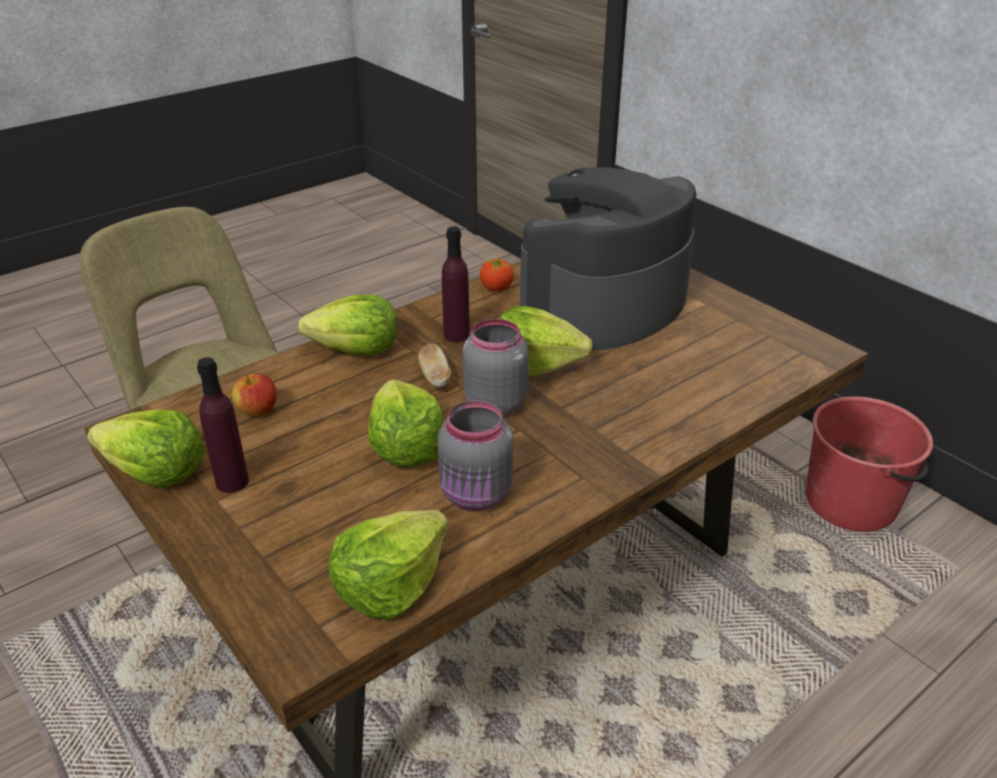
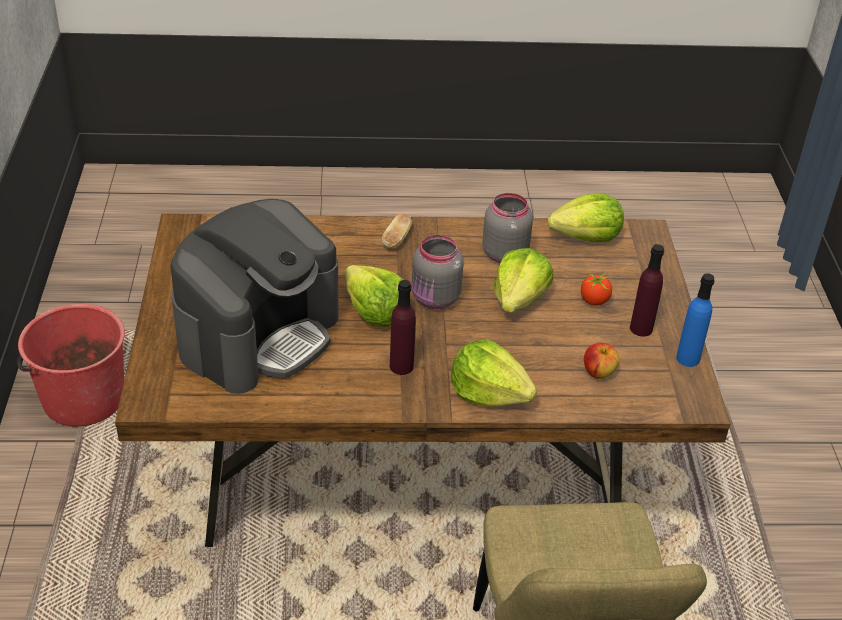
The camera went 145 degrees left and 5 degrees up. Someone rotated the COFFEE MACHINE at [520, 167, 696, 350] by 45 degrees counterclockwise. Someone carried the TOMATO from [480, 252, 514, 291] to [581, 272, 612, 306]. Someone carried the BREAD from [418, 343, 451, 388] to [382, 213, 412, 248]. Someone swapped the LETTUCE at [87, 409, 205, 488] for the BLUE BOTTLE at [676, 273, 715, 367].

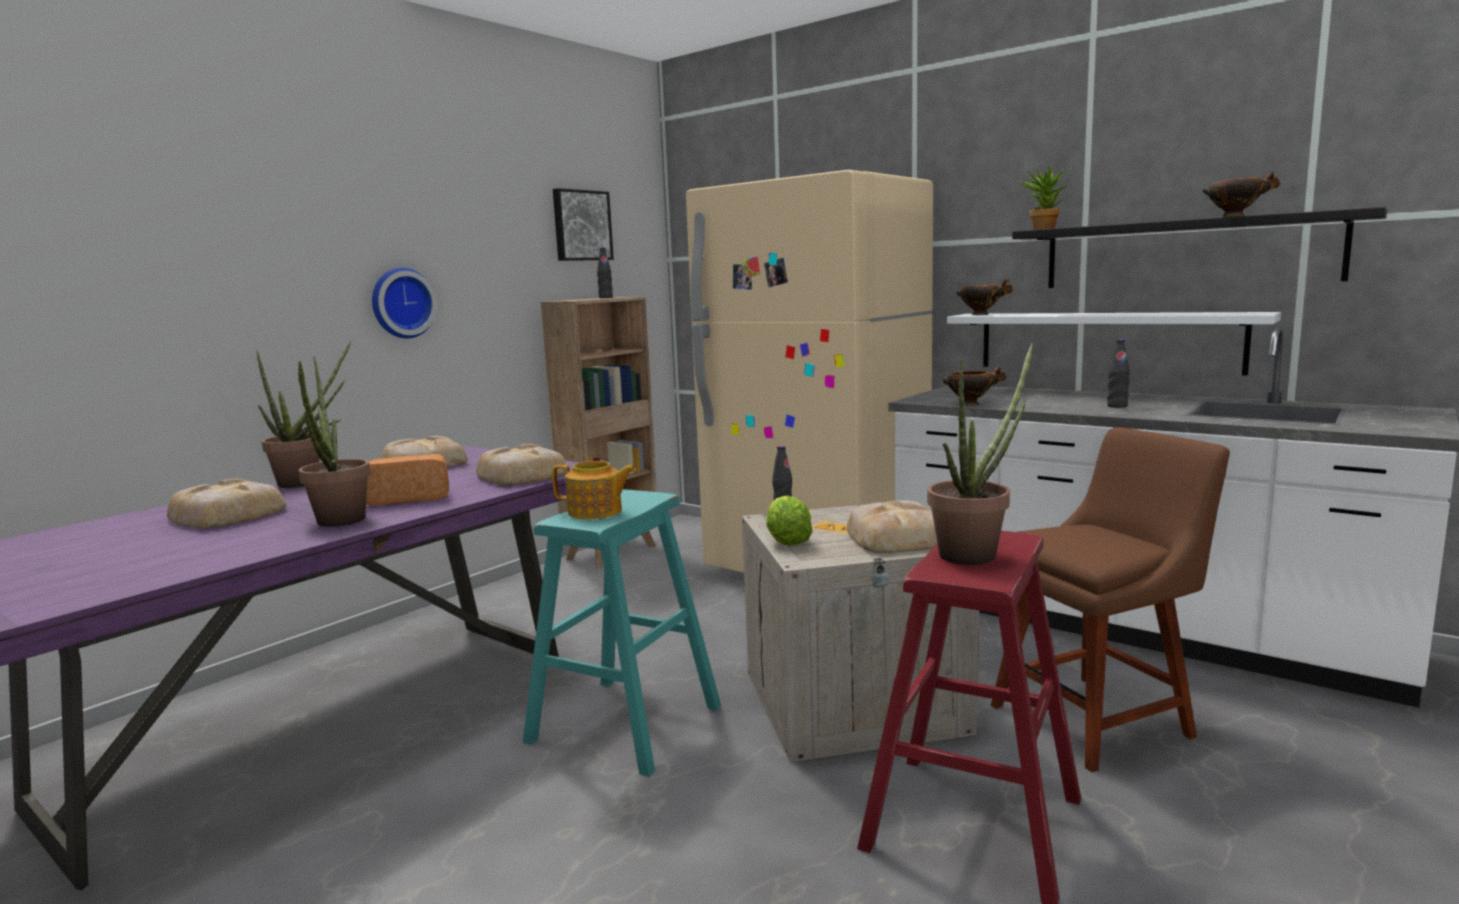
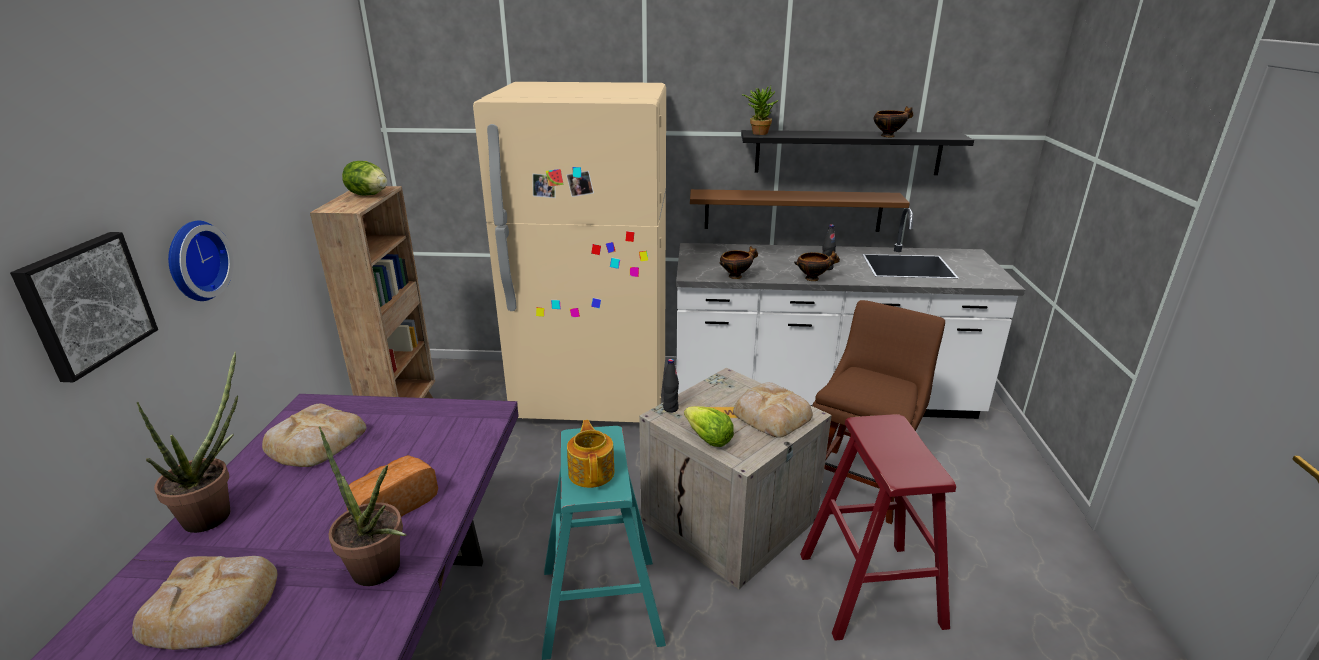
The camera went 35 degrees left and 15 degrees up. Someone carried the PICTURE from [553, 188, 614, 261] to [10, 232, 158, 382]. Someone swapped the BLACK BOTTLE at [597, 248, 613, 298] for the LETTUCE at [342, 161, 387, 195]. Someone carried the BOWL from [956, 279, 1013, 315] to [794, 251, 840, 281]. Someone repainted the WHITE SHELF at [947, 312, 1281, 376], which became the BROWN SHELF at [690, 189, 910, 232]. Someone took away the POTTED PLANT at [927, 343, 1033, 565]. Someone took away the BREAD at [476, 444, 567, 485]. Someone rotated the TEAPOT at [552, 461, 636, 519] by 75 degrees counterclockwise.

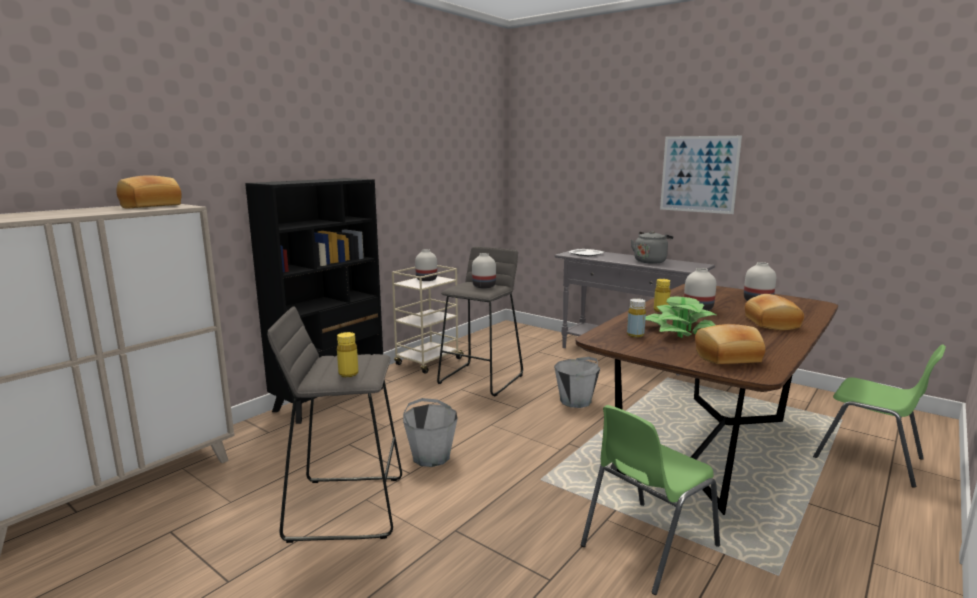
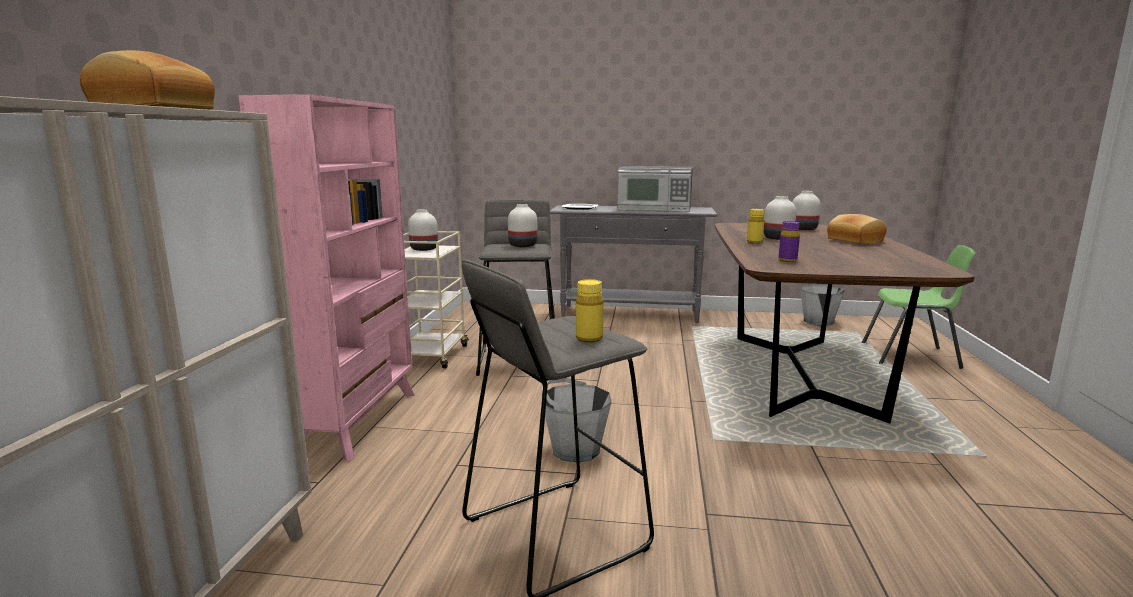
The camera went 30 degrees left and 0 degrees up. Someone took away the PICTURE at [660, 136, 742, 214]. Someone repainted the BLACK BOOKCASE at [245, 178, 383, 424], which became the PINK BOOKCASE at [239, 94, 415, 461]. Someone swapped the GREY KETTLE at [631, 231, 673, 264] for the MICROWAVE at [617, 166, 693, 212]. Someone took away the POTTED PLANT at [645, 296, 716, 338]. Someone repainted the YELLOW BOTTLE at [627, 298, 646, 338], which became the PURPLE BOTTLE at [779, 221, 800, 262]. Someone took away the BREAD at [695, 324, 765, 364]. Someone carried the GREY BUCKET from [554, 357, 600, 408] to [800, 283, 845, 326]. Someone took away the GREEN CHAIR at [581, 405, 720, 595].

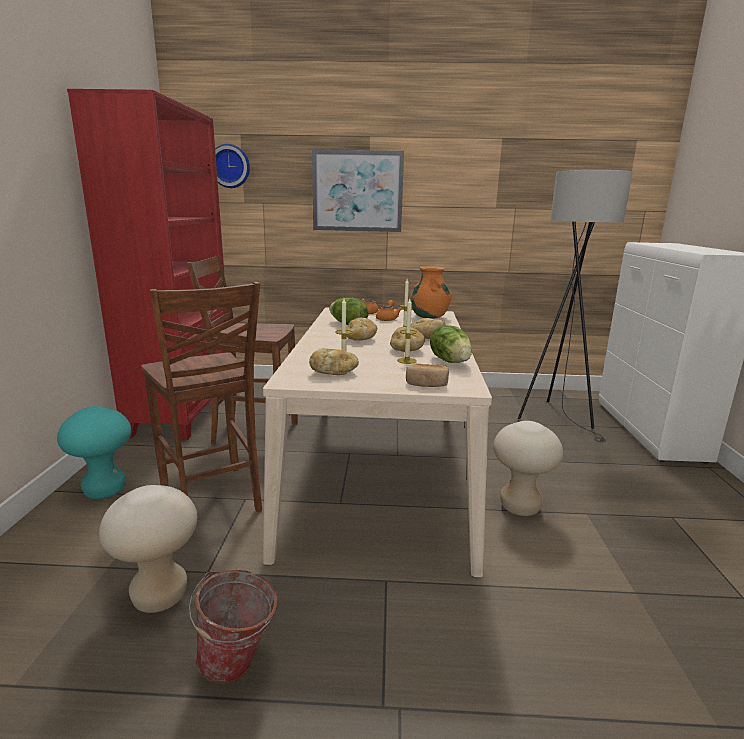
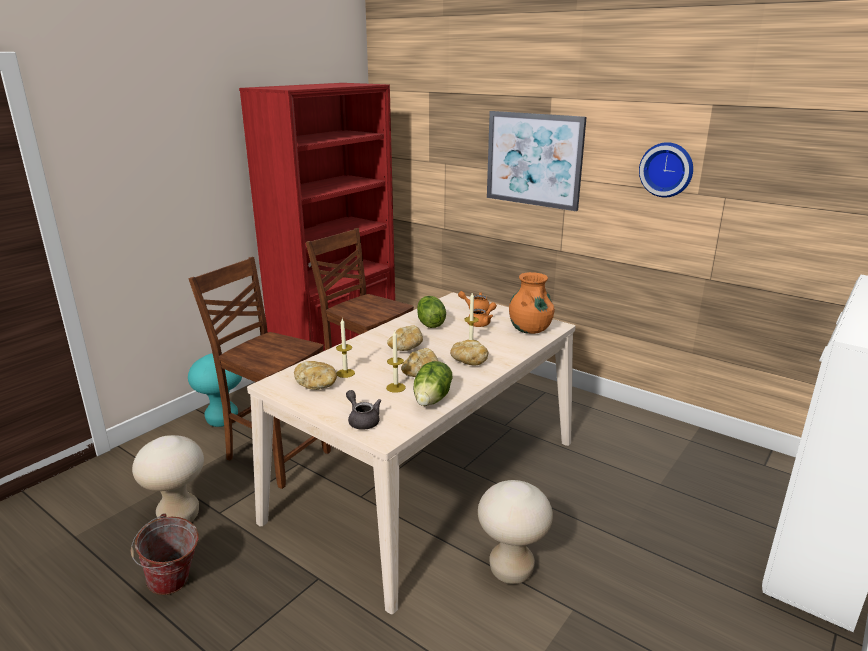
The camera went 35 degrees right and 5 degrees up. Someone carried the WALL CLOCK from [215, 144, 250, 188] to [639, 142, 693, 197]. Someone took away the GREY FLOOR LAMP at [518, 170, 633, 442]. Someone rotated the BROWN CHAIR at [141, 282, 262, 512] by 120 degrees clockwise. Someone swapped the BREAD at [406, 363, 449, 387] for the GREY TEAPOT at [346, 390, 381, 430].

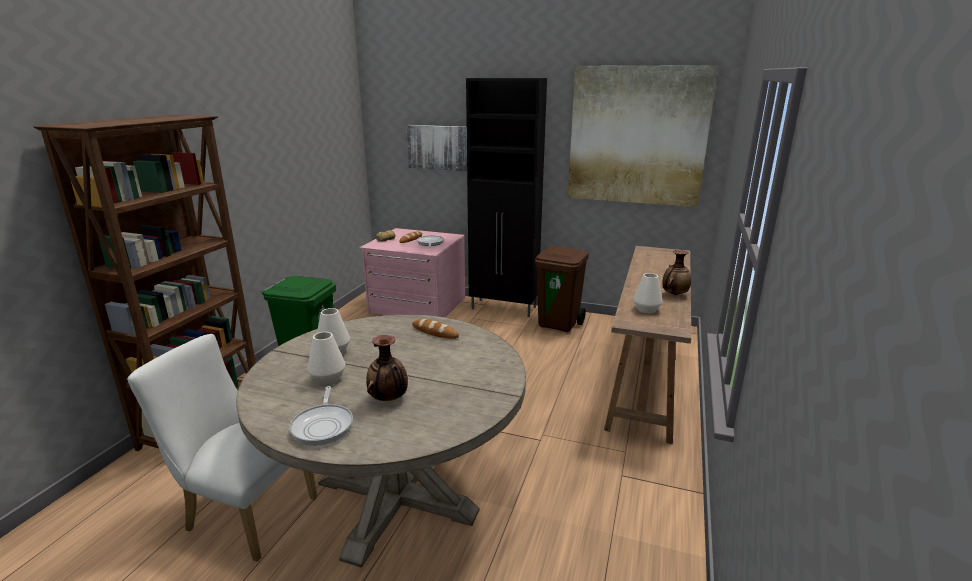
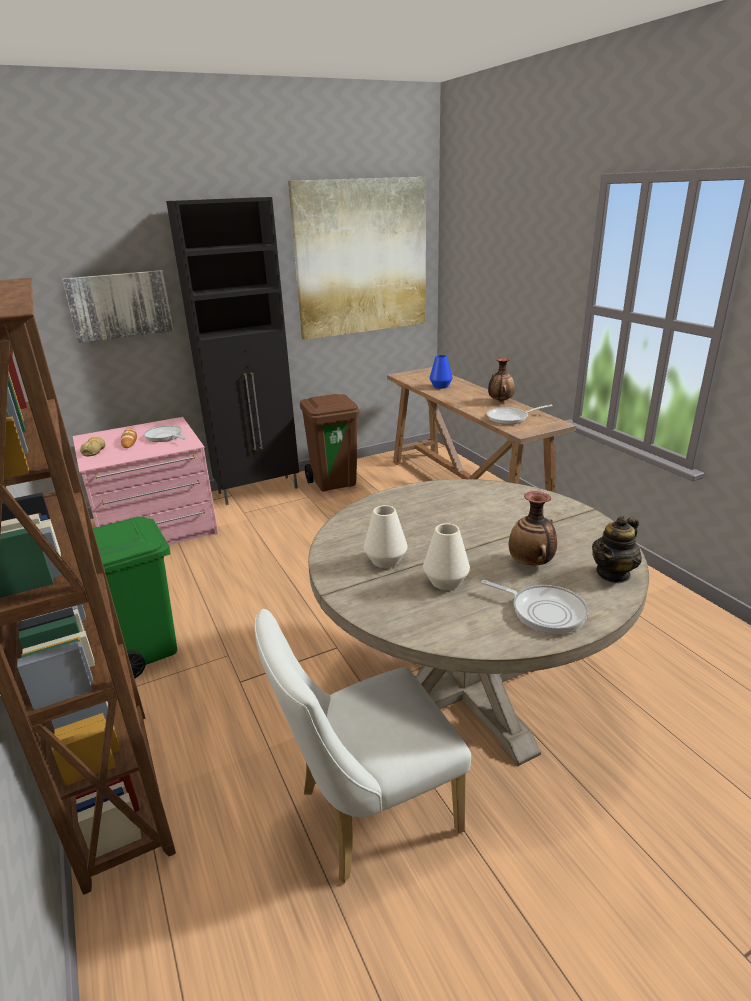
The camera went 45 degrees left and 5 degrees up. Someone swapped the WHITE VASE at [633, 273, 663, 314] for the FRYING PAN at [486, 405, 553, 424]. Someone took away the BREAD at [412, 319, 459, 339]. Someone put down the BLUE VASE at [429, 355, 453, 389]. Someone put down the TEAPOT at [592, 516, 642, 583].

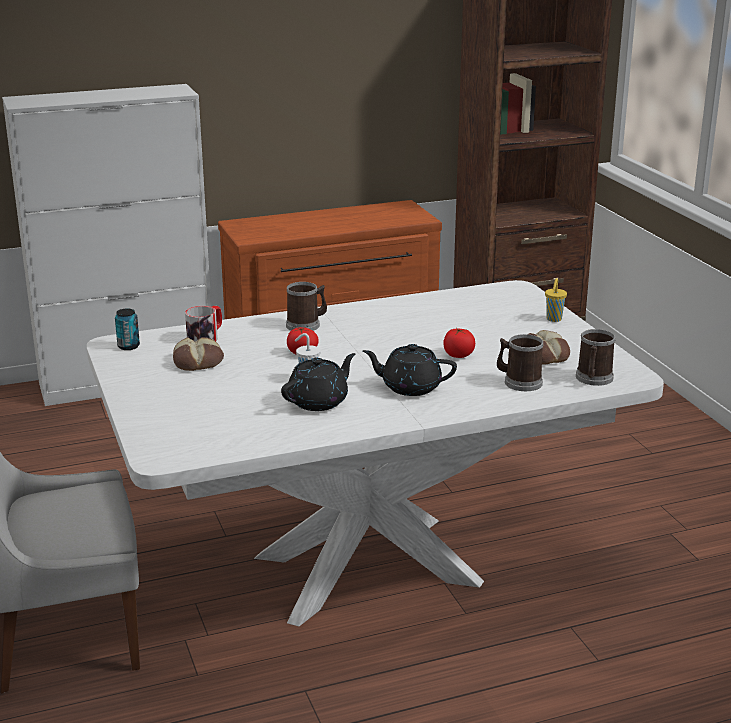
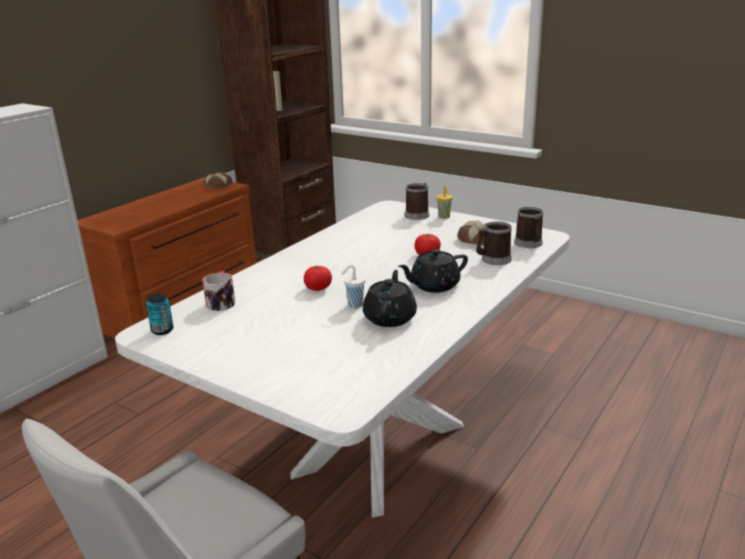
The camera went 35 degrees left and 0 degrees up. Someone carried the MUG from [286, 282, 327, 331] to [405, 183, 429, 220]. Someone carried the BREAD from [173, 337, 224, 371] to [203, 173, 232, 189].

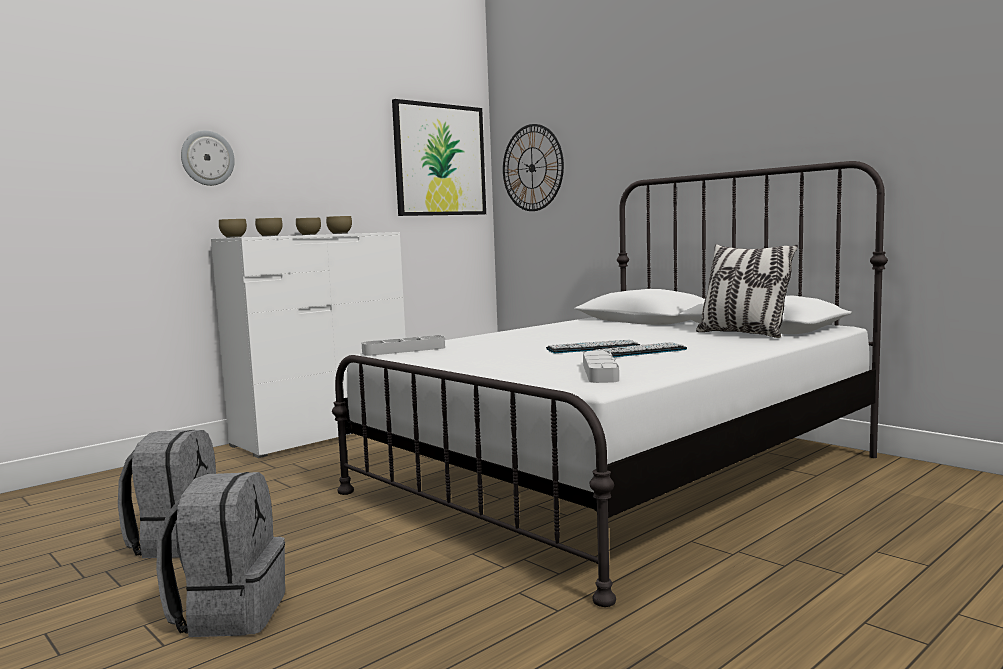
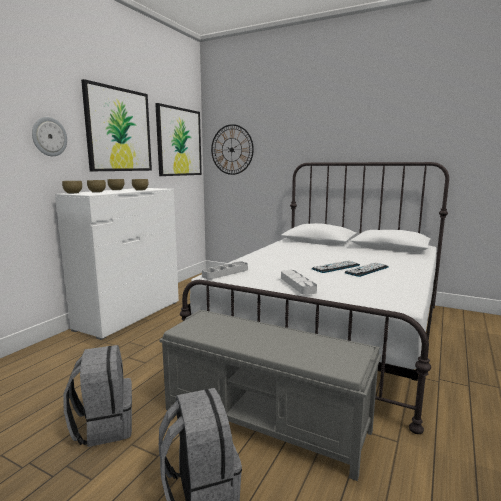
The camera went 20 degrees left and 5 degrees up. Someone took away the PILLOW at [696, 244, 798, 338]. Someone carried the GREY TRAY from [583, 351, 619, 383] to [281, 270, 317, 295]. Someone put up the PICTURE at [81, 79, 152, 171]. Someone put down the GREY BENCH at [159, 309, 381, 481].

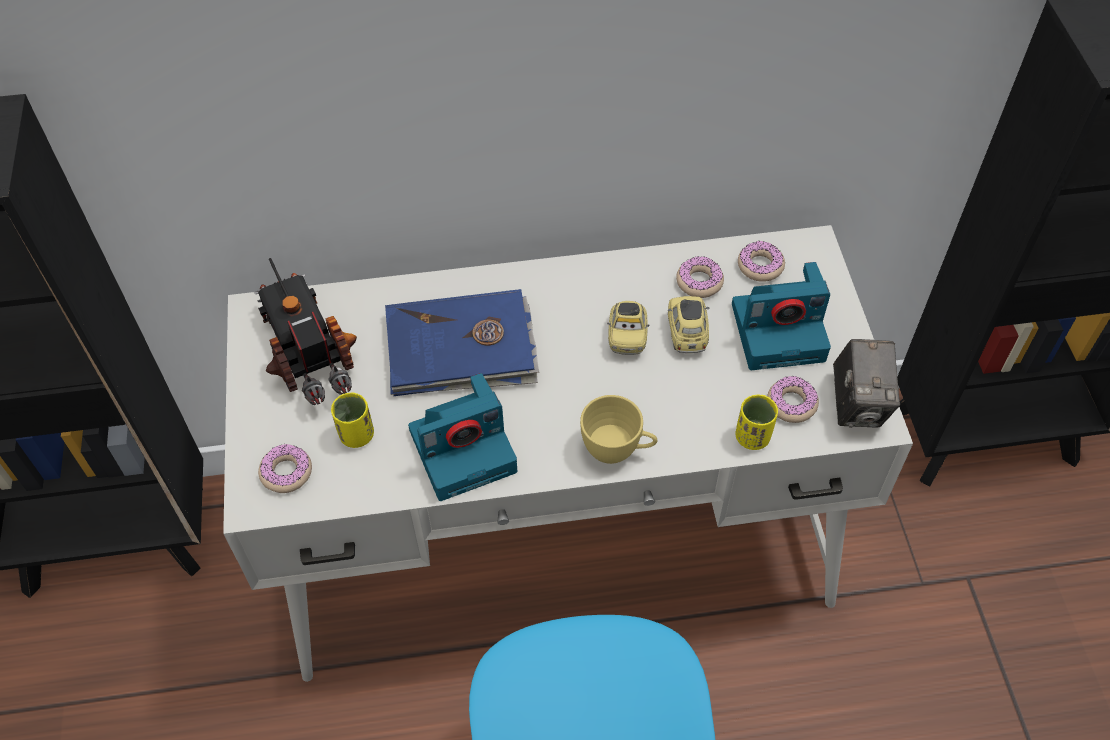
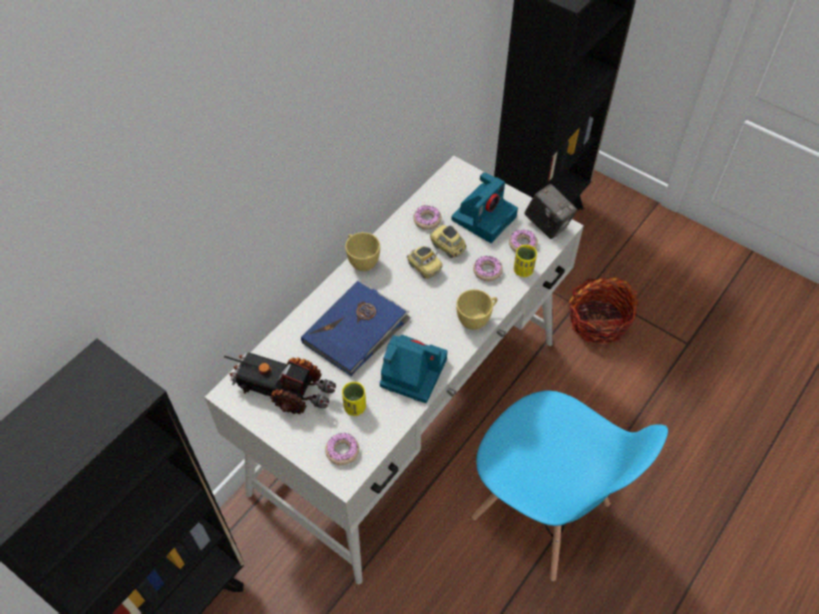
The camera went 45 degrees left and 0 degrees up. Someone carried the DONUT from [738, 241, 785, 282] to [473, 256, 503, 281]. Someone rotated the PHOTO CAMERA at [408, 373, 517, 501] by 90 degrees counterclockwise. Someone put down the YELLOW CUP at [345, 232, 380, 271]. Someone put down the BASKET at [569, 277, 639, 345].

